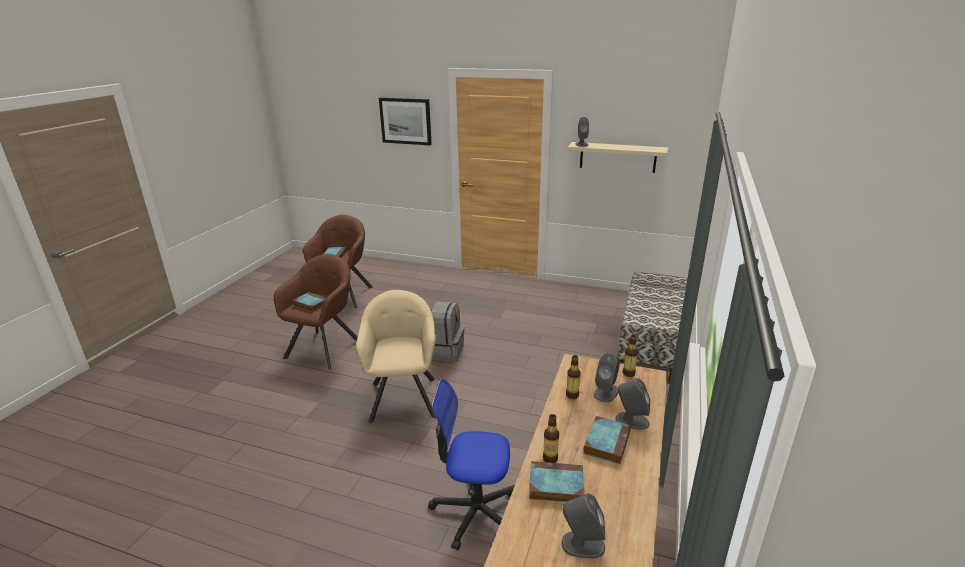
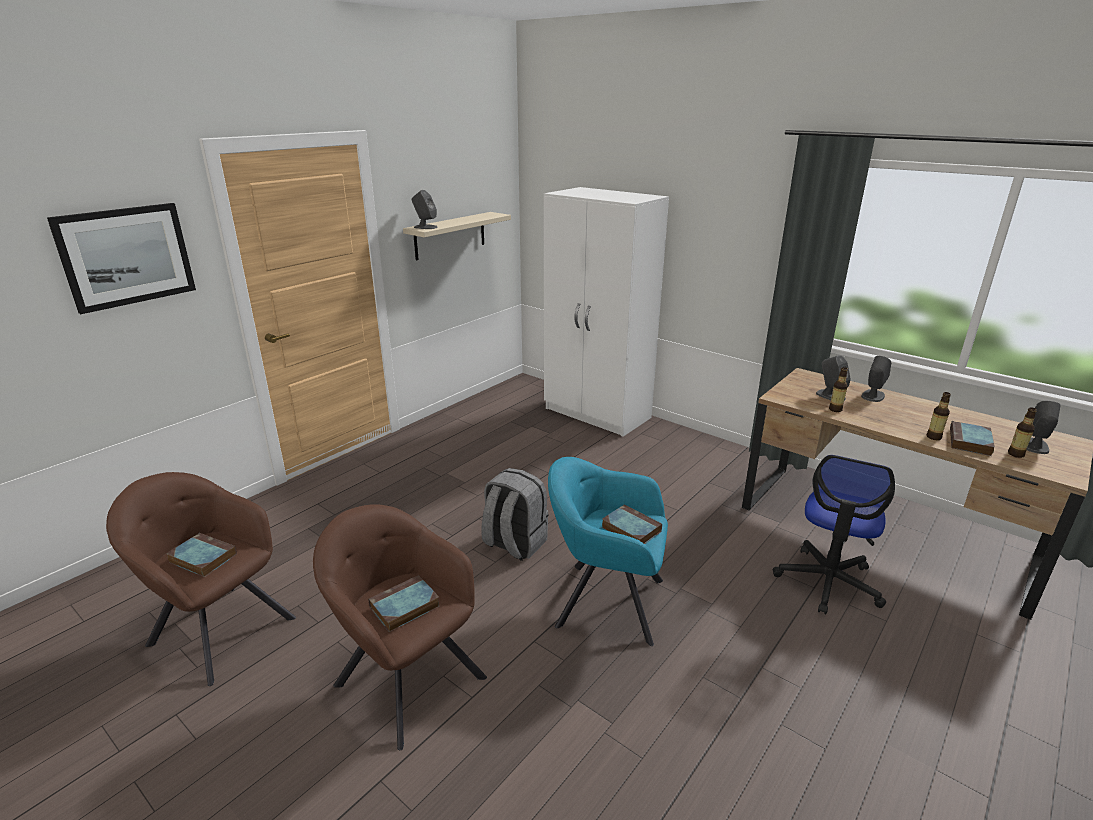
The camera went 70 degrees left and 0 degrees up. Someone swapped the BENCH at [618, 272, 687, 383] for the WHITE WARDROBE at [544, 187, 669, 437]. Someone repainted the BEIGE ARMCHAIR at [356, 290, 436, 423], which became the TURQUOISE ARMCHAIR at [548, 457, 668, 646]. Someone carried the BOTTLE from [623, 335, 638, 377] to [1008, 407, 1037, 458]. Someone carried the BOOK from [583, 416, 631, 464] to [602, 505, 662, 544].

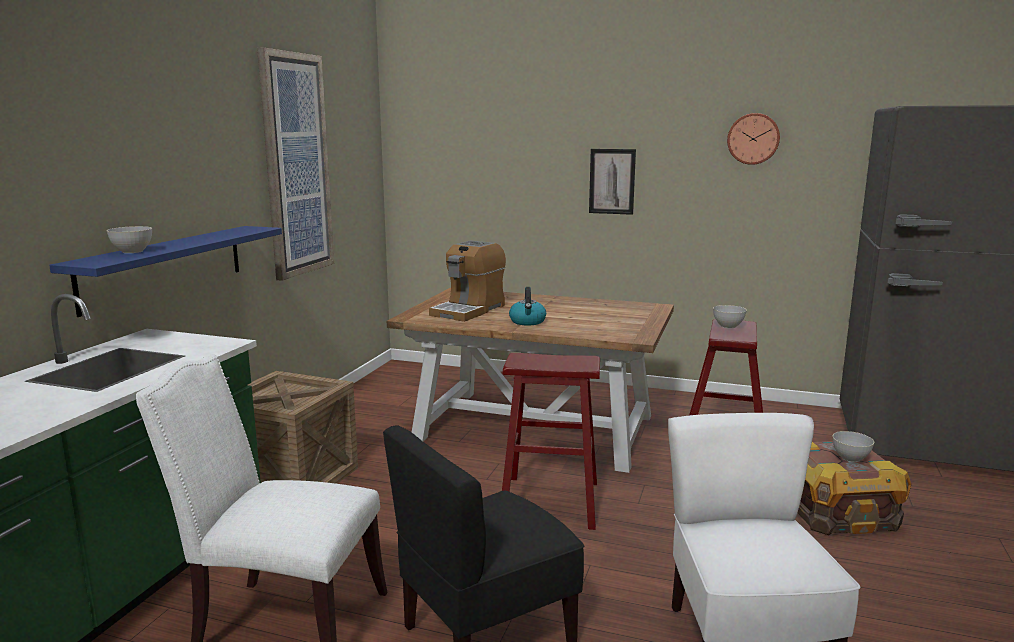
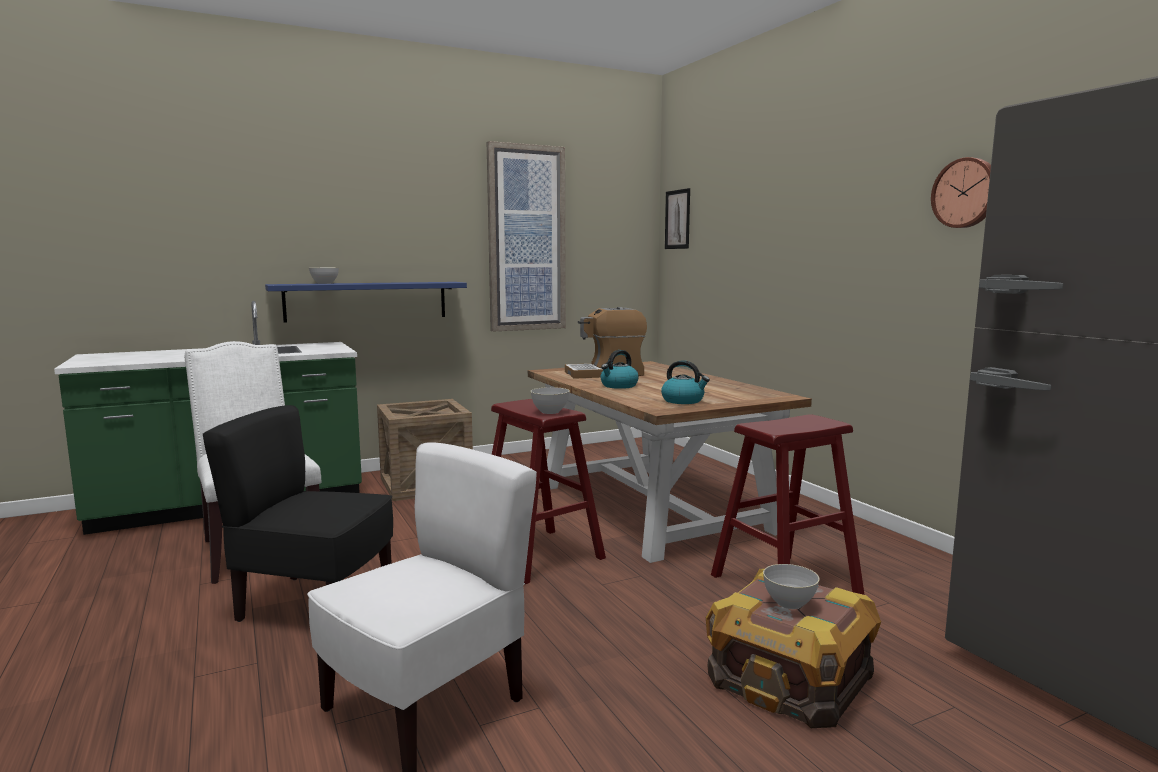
The camera went 45 degrees right and 5 degrees down. Someone carried the PICTURE from [589, 149, 636, 215] to [665, 188, 690, 249]. Someone carried the GREY BOWL from [713, 305, 747, 328] to [531, 387, 570, 414]. Someone put down the KETTLE at [661, 361, 710, 404].

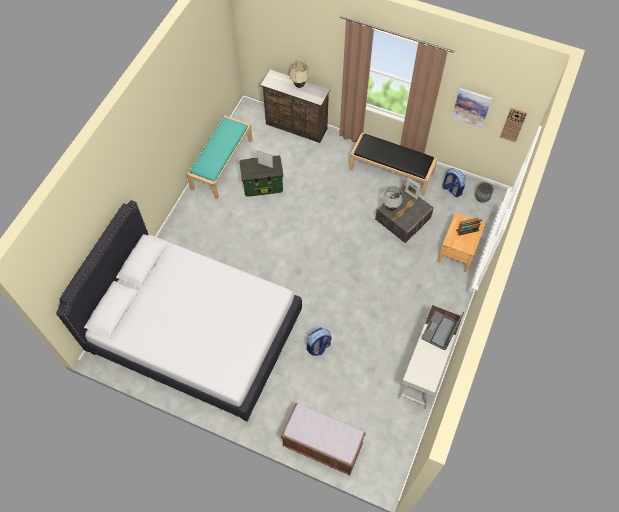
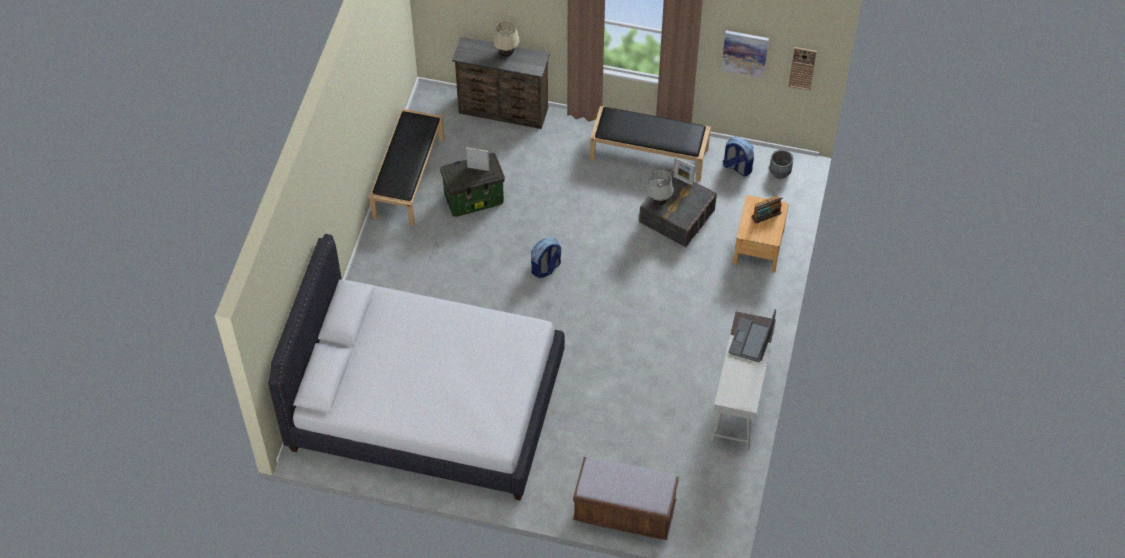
The camera went 10 degrees left and 5 degrees down. Someone repainted the TURQUOISE BENCH at [187, 115, 252, 199], which became the BLACK BENCH at [369, 109, 445, 227]. Someone carried the BACKPACK from [307, 327, 332, 356] to [531, 237, 561, 278].

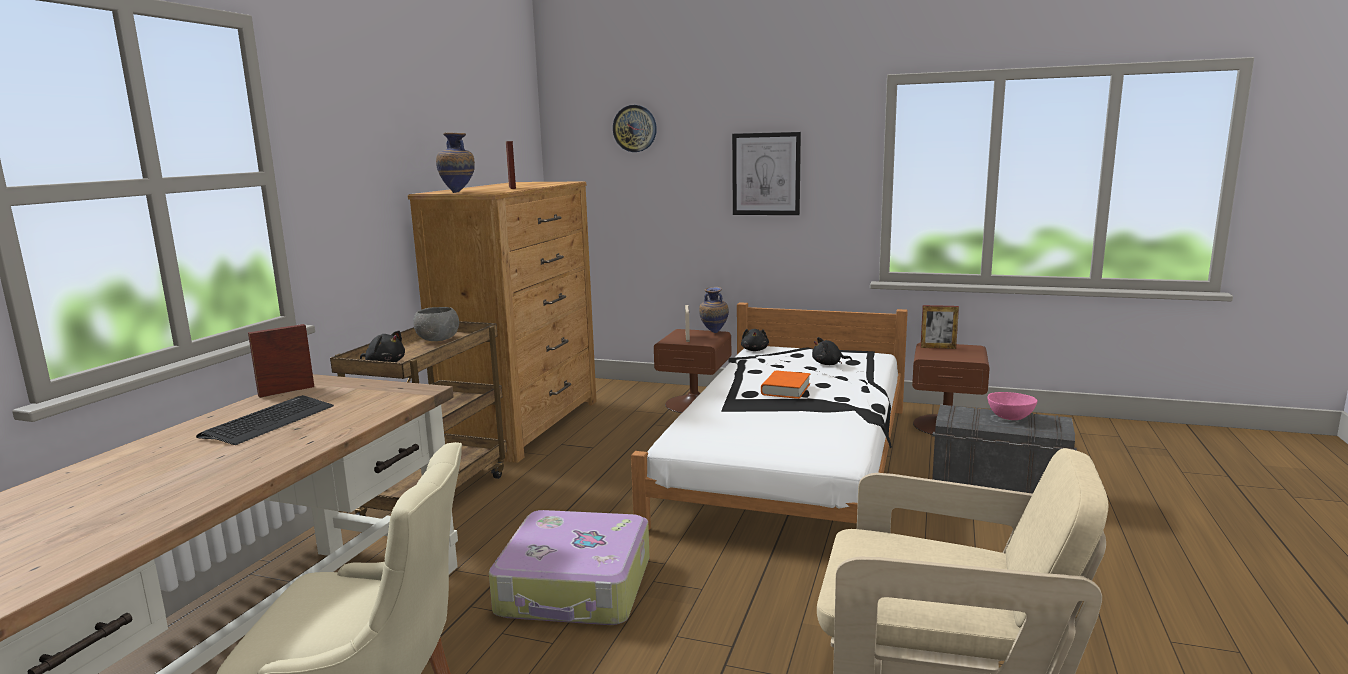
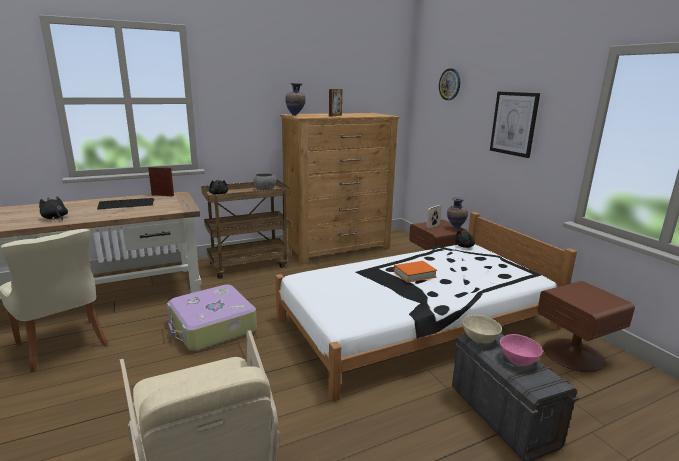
The camera went 45 degrees right and 5 degrees up. Someone took away the PICTURE FRAME at [921, 305, 959, 349]. Someone carried the BLACK PLUSH TOY from [812, 337, 852, 365] to [39, 196, 68, 220]. Someone put down the BEIGE BOWL at [462, 315, 502, 344].

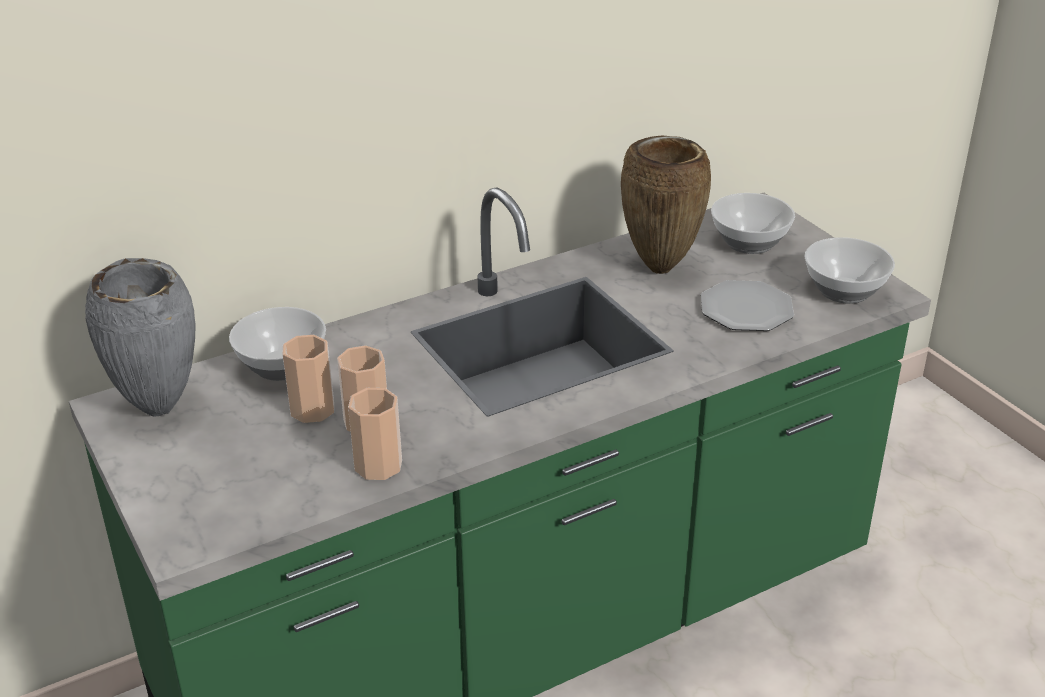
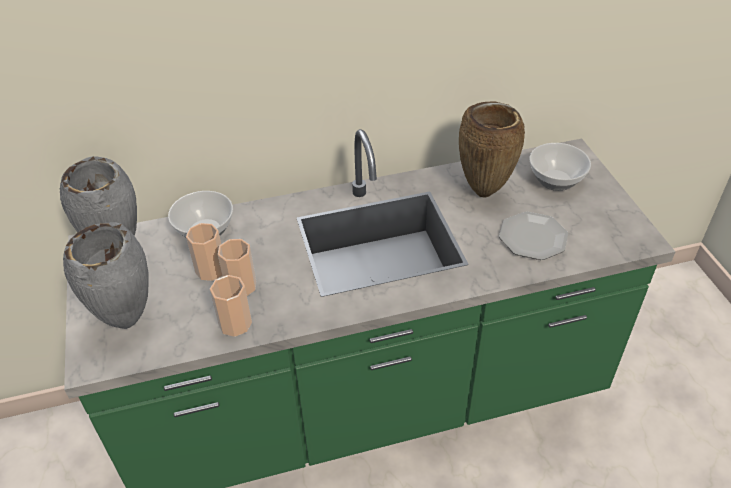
The camera went 15 degrees right and 10 degrees up. Someone took away the BOWL at [805, 237, 895, 304]. Someone put down the GREY VASE at [63, 222, 149, 329].

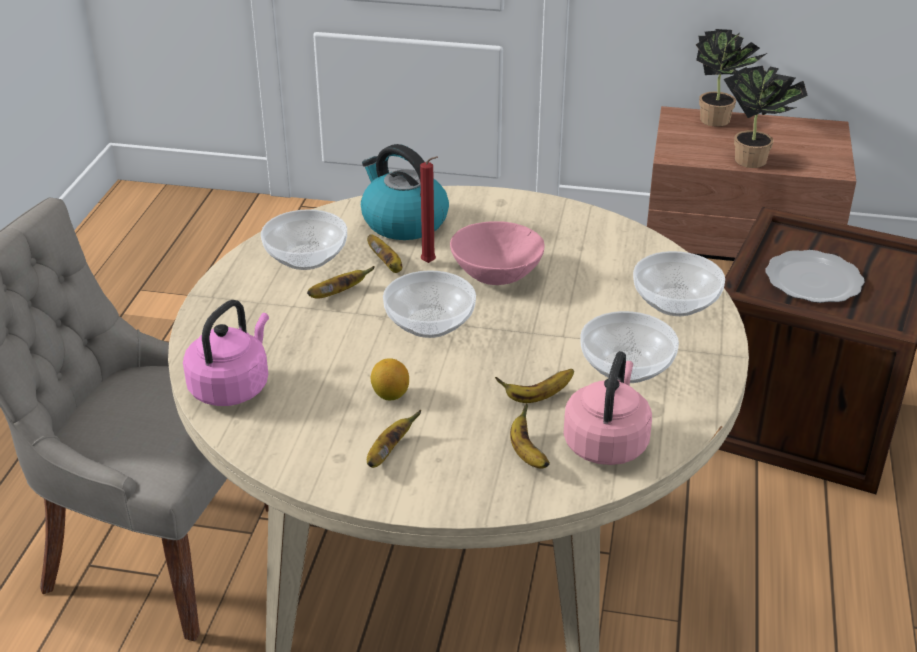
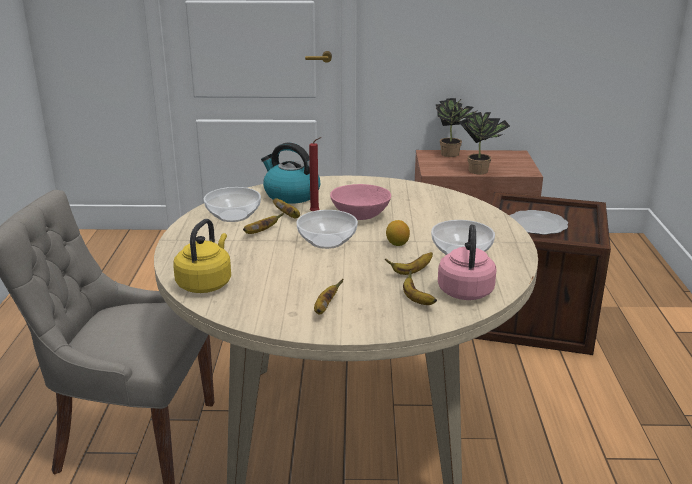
The camera went 10 degrees left and 10 degrees down. Someone took away the BOWL at [633, 251, 725, 316]. Someone repainted the PINK KETTLE at [183, 300, 269, 406], which became the YELLOW KETTLE at [173, 219, 231, 293]. Someone carried the LEMON from [371, 358, 409, 400] to [386, 220, 410, 246].

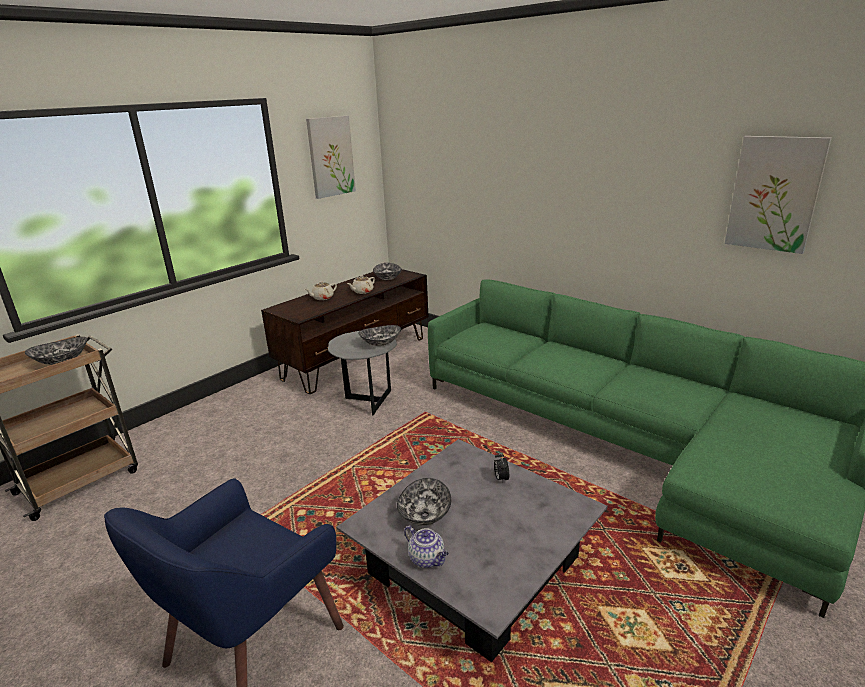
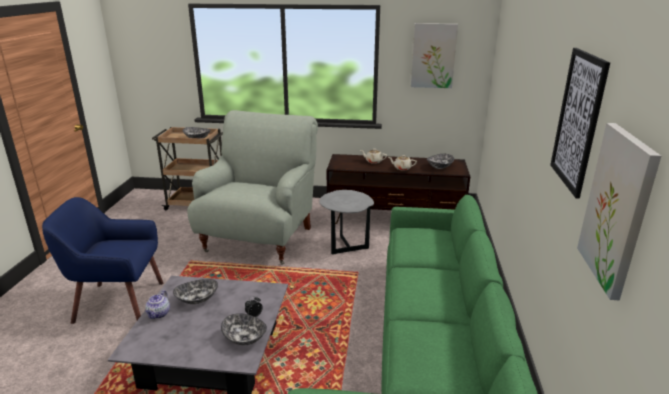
The camera went 55 degrees right and 0 degrees up. Someone carried the BOWL from [358, 325, 401, 346] to [221, 313, 267, 345]. Someone put up the PICTURE at [550, 48, 610, 199]. Someone put down the GREY ARMCHAIR at [187, 110, 318, 265].

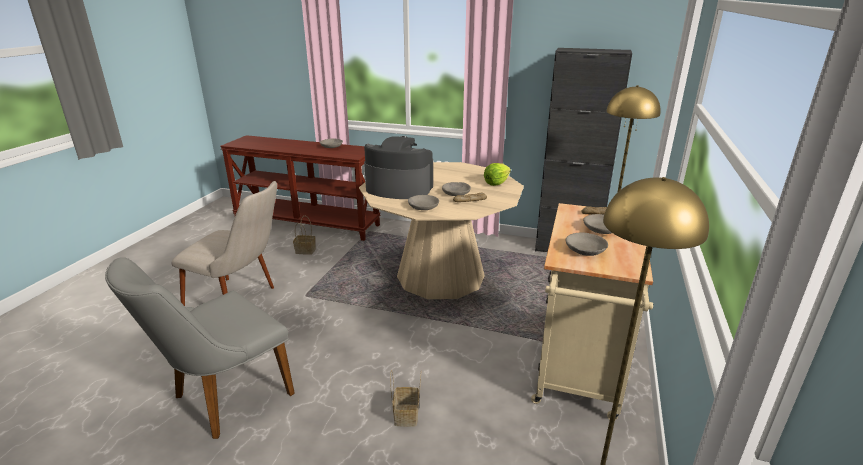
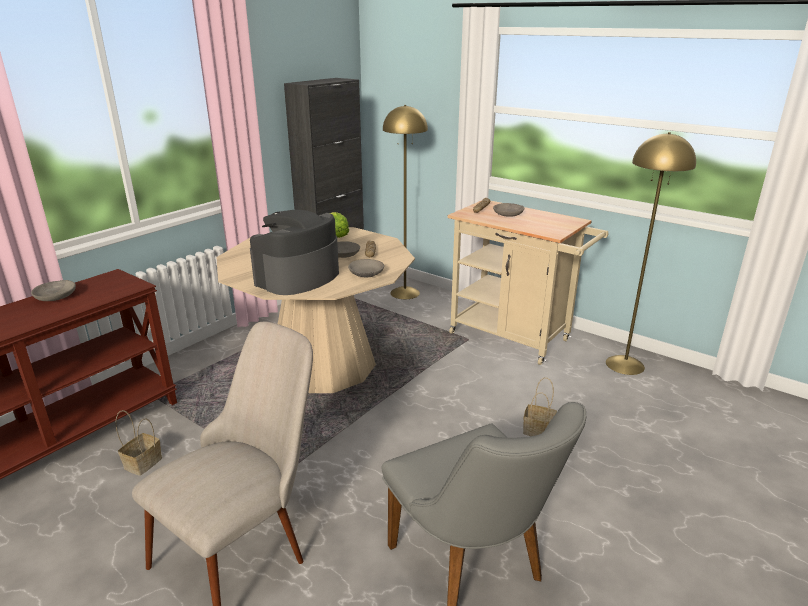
The camera went 70 degrees left and 0 degrees up. Someone took away the GREY BOWL at [566, 232, 608, 256].

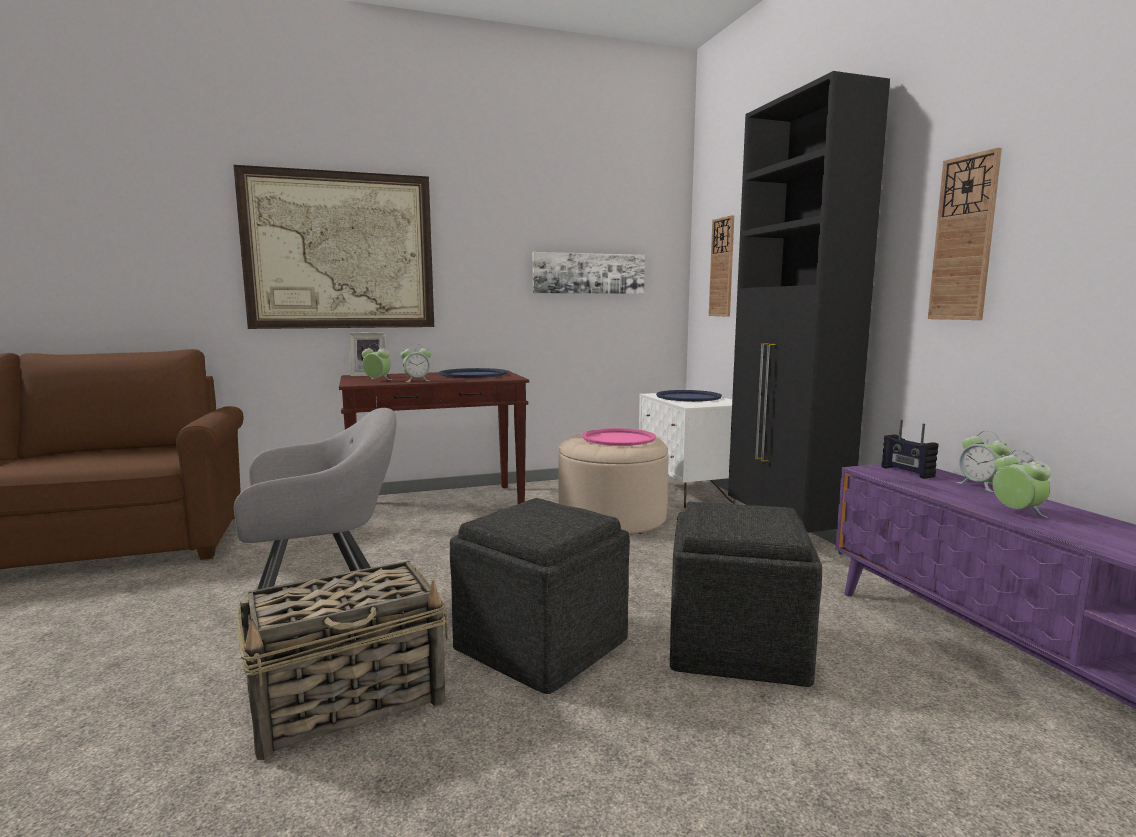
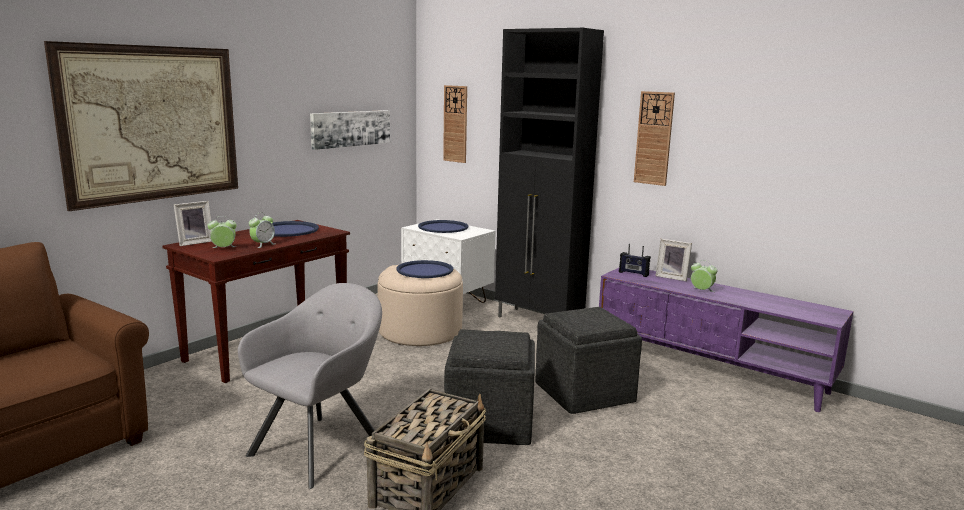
The camera went 35 degrees left and 5 degrees up. Someone repainted the PINK TRAY at [582, 428, 656, 446], which became the BLUE TRAY at [396, 260, 454, 278]. Someone swapped the ALARM CLOCK at [956, 431, 1012, 492] for the PICTURE FRAME at [655, 239, 692, 281].

